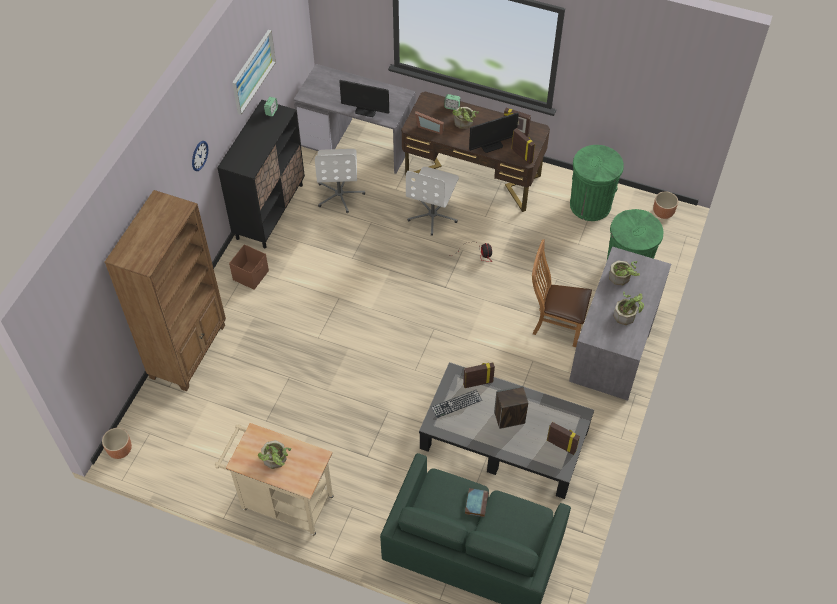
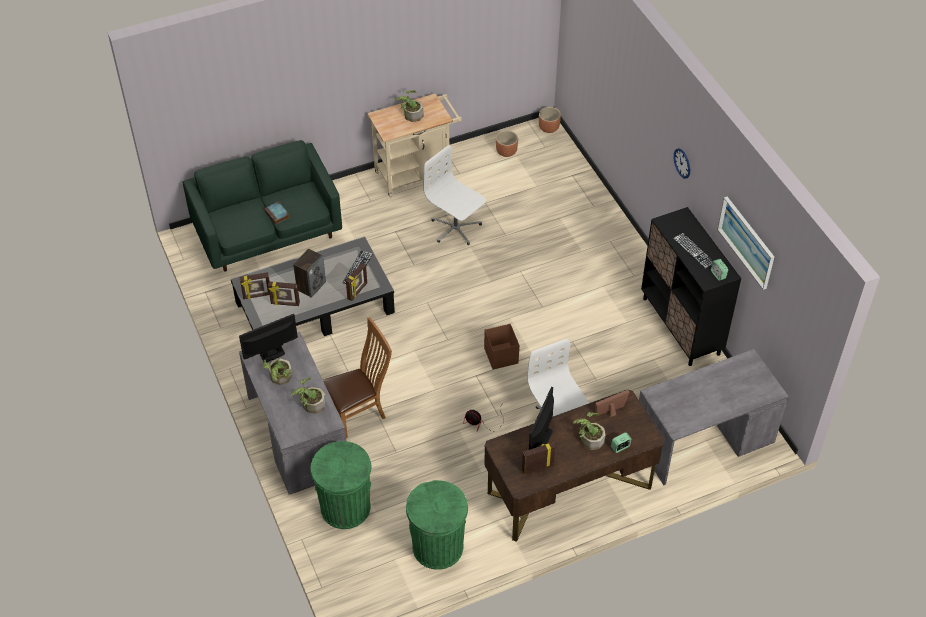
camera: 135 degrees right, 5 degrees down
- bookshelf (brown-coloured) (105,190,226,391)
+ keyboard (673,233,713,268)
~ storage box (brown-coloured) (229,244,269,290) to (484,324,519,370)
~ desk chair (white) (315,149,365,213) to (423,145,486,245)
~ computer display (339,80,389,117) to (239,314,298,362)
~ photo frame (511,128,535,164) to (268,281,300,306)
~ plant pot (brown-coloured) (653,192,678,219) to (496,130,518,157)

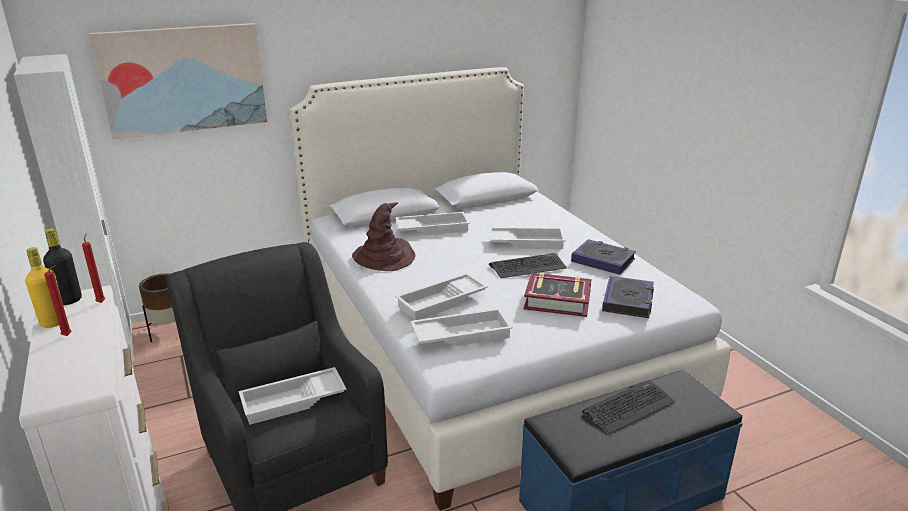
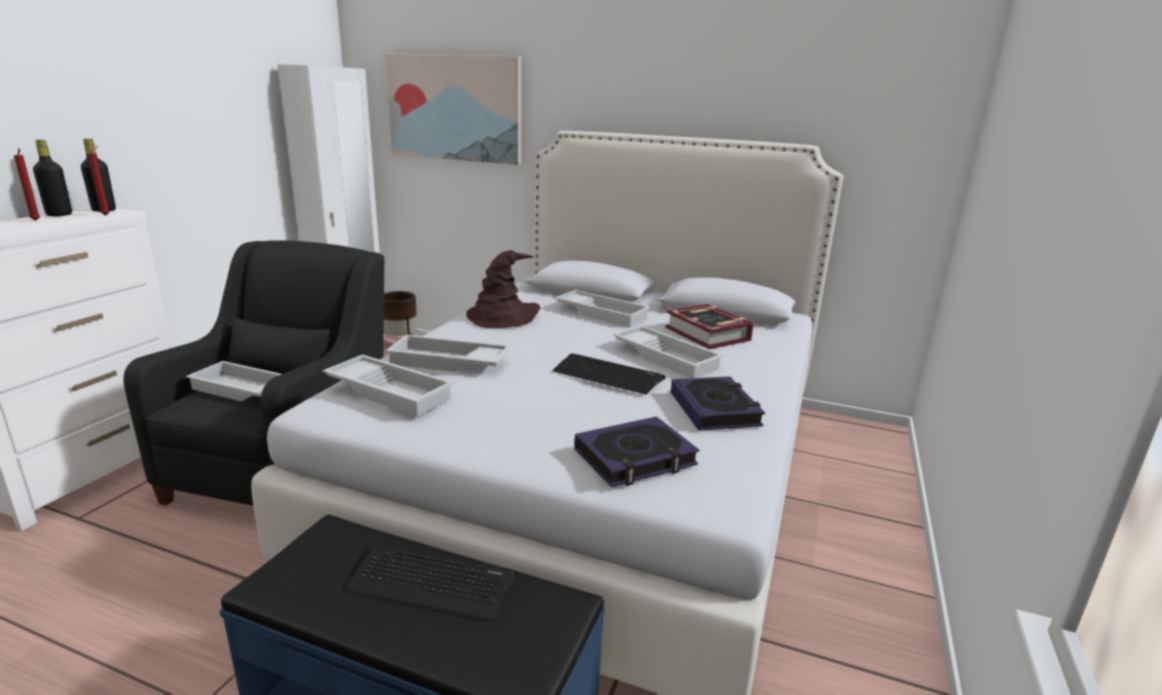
camera: 45 degrees right, 5 degrees down
~ volume (524,272,592,317) to (665,304,754,349)
~ bottle (yellow) (25,247,64,328) to bottle (blackish) (33,140,72,216)

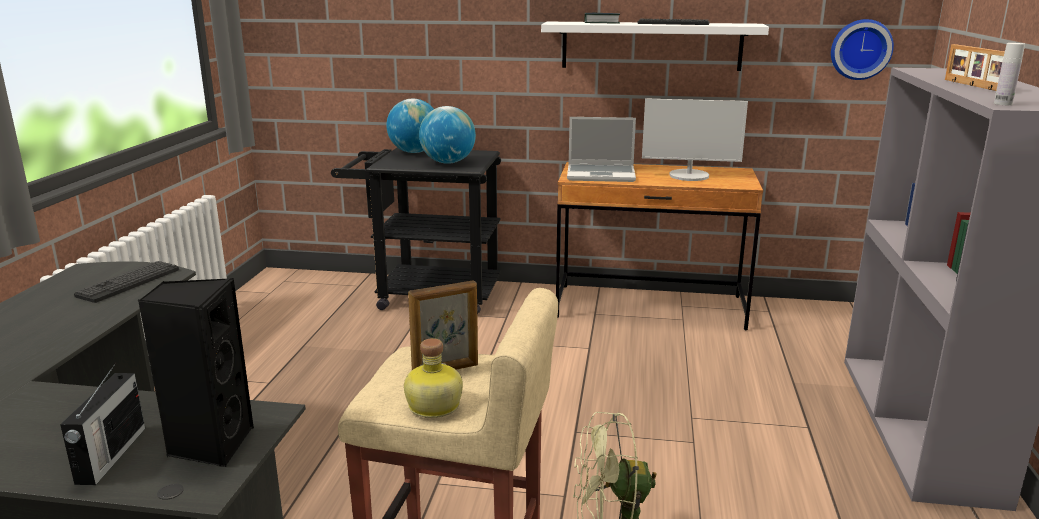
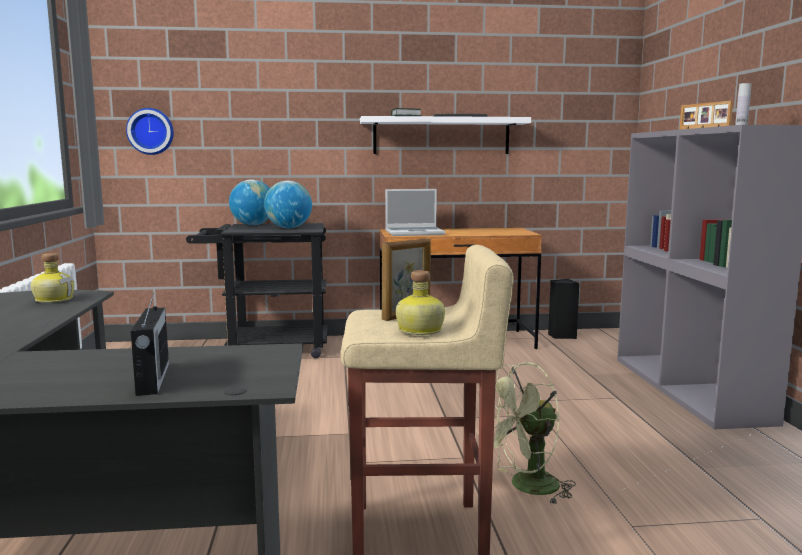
camera: 15 degrees left, 10 degrees down
- computer display (642,98,748,181)
~ speaker (blackish) (138,278,254,467) to (548,279,579,339)
~ wall clock (831,19,894,80) to (126,108,174,155)
~ keyboard (74,261,179,303) to bottle (31,253,74,303)

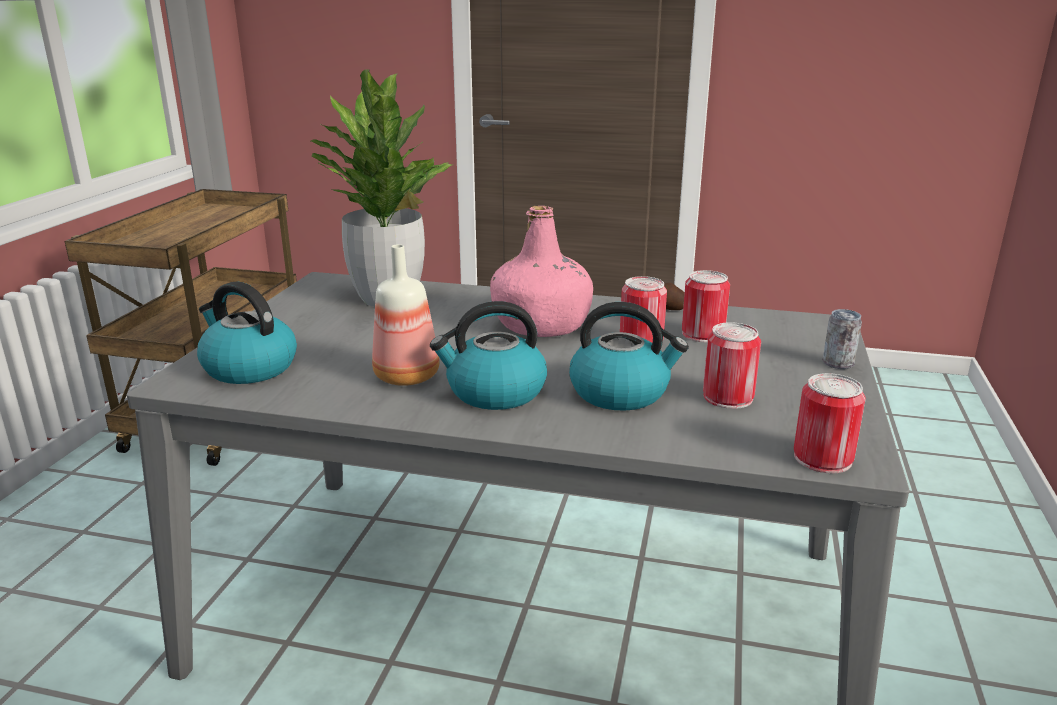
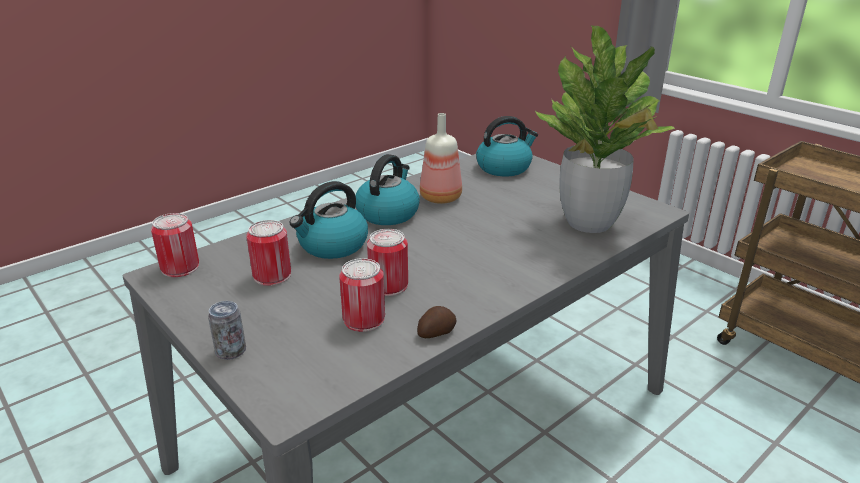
camera: 125 degrees right, 5 degrees up
- bottle (pinkish) (490,206,593,337)

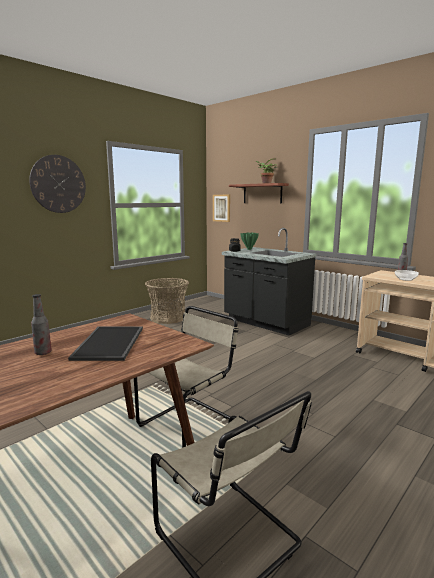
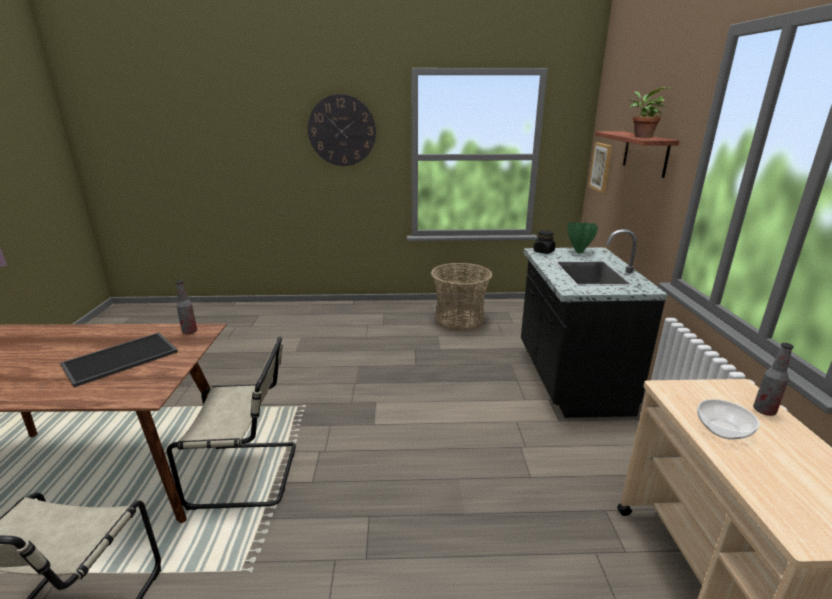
camera: 45 degrees right, 10 degrees up
~ bottle (31,294,52,355) to (175,280,197,334)

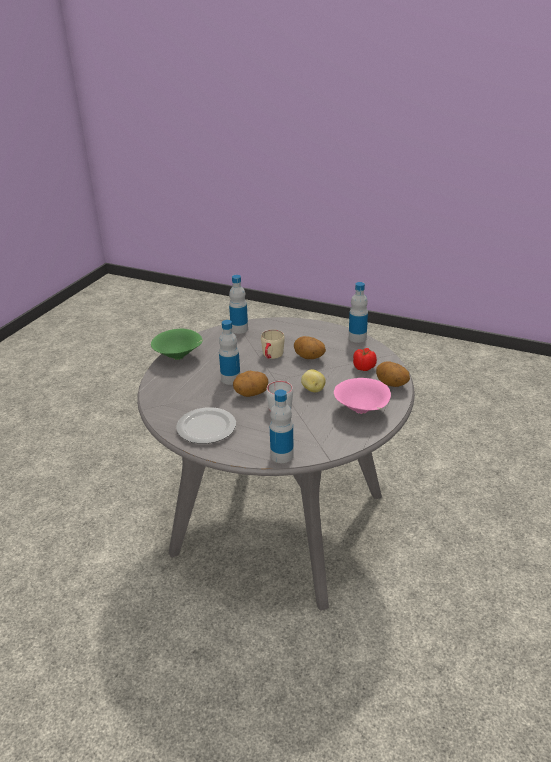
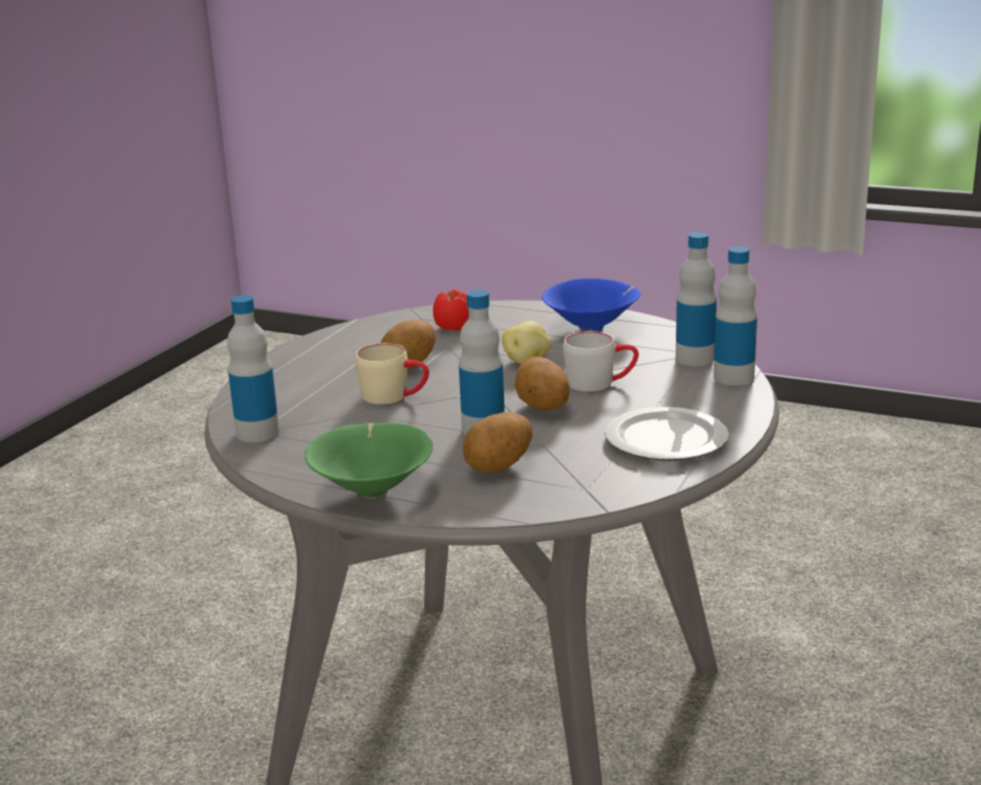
camera: 90 degrees left, 10 degrees down
~ bottle (349,282,368,343) to (676,232,717,366)
~ potato (376,361,410,387) to (463,412,533,473)
~ bowl (pinkish) (334,378,391,414) to bowl (blue-coloured) (542,278,641,332)

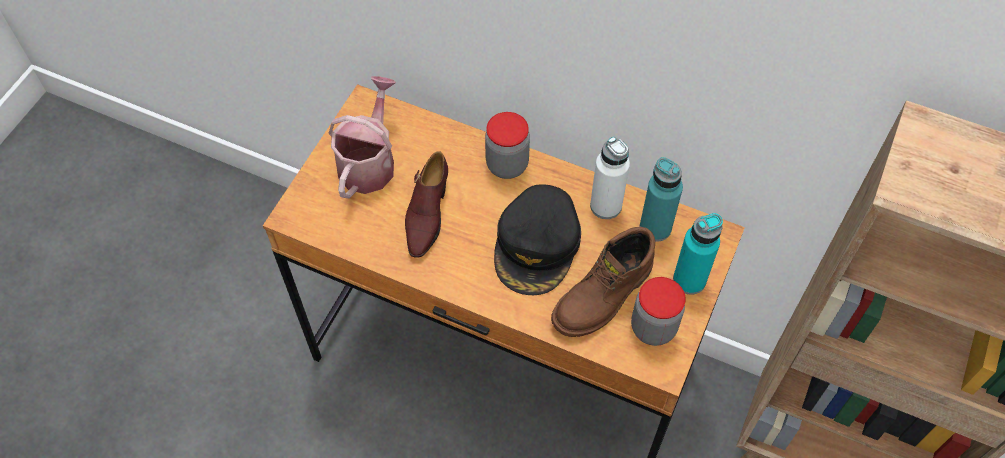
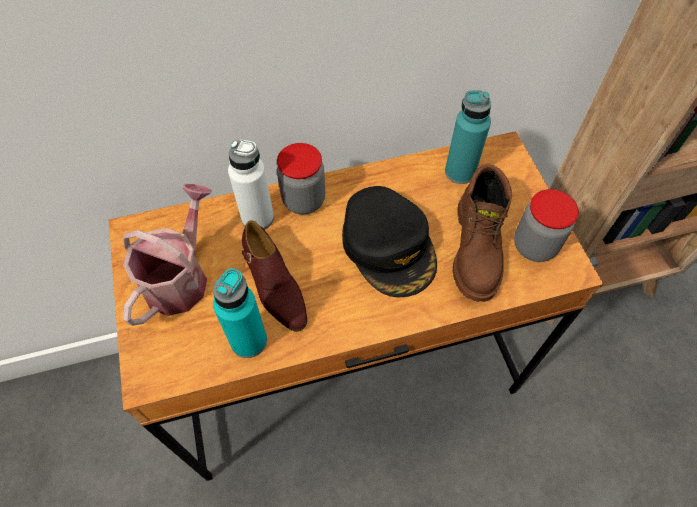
camera: 40 degrees left, 0 degrees up
~ bottle (white) (590,137,630,219) to (228,140,274,230)
~ bottle (turquoise) (673,213,723,295) to (213,268,267,358)
~ sprinkling can (328,76,396,198) = (123,184,212,326) 45 degrees clockwise

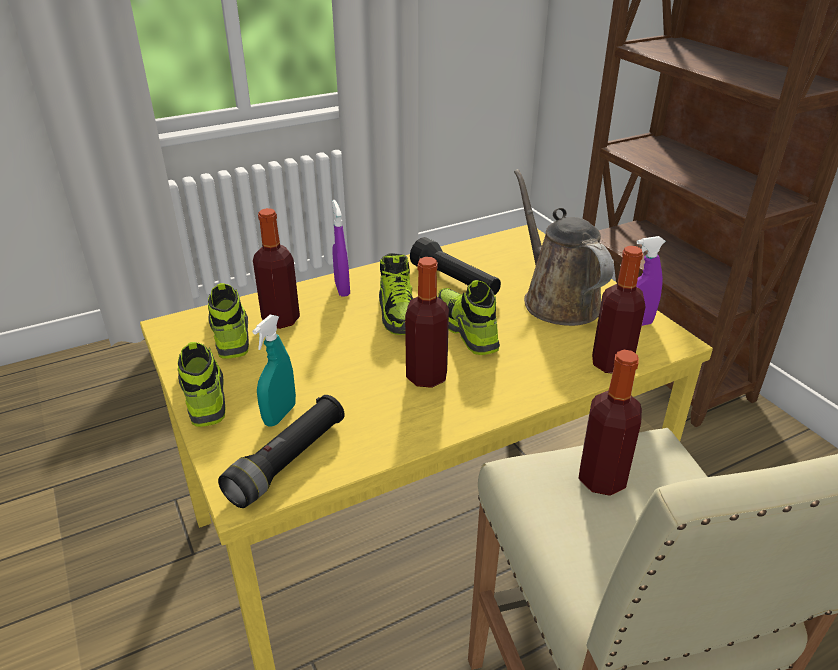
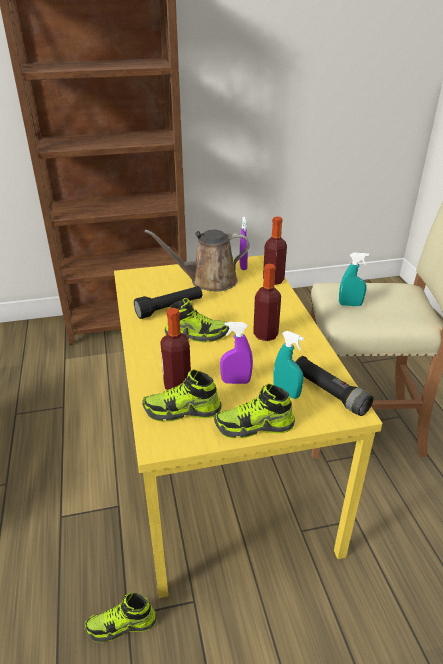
camera: 75 degrees left, 0 degrees up
~ hand sprayer (purplish) (332,200,350,297) to (220,322,253,384)
~ item of footwear (438,280,500,355) to (84,593,157,642)
~ bottle (578,350,642,496) to hand sprayer (turquoise) (339,253,369,306)

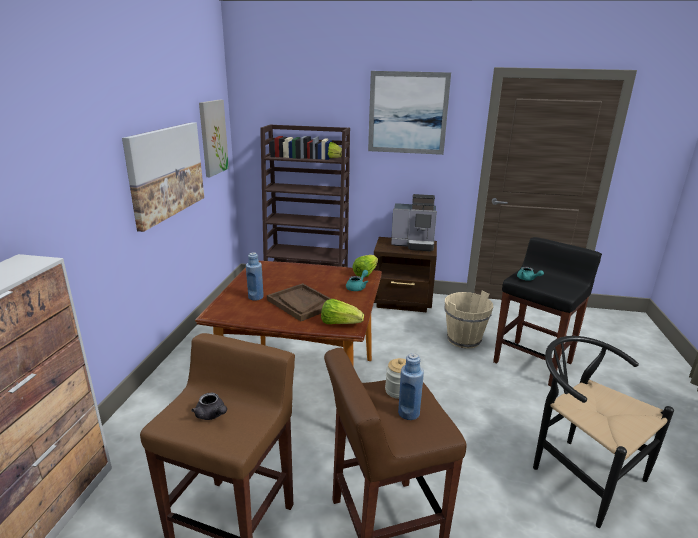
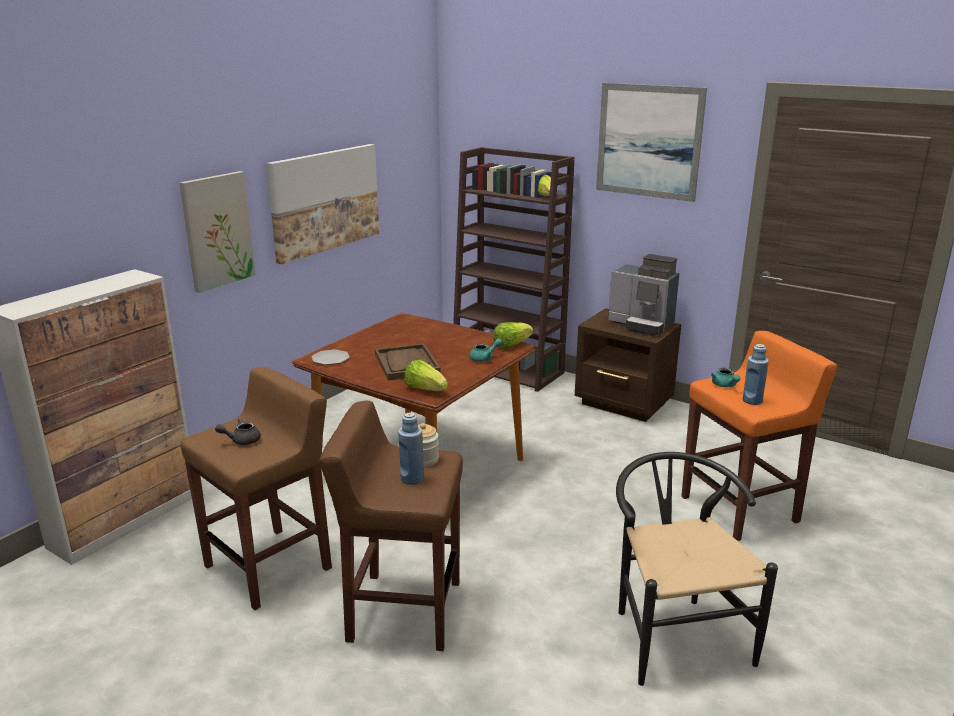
camera: 25 degrees right, 0 degrees up
- bucket (sand-coloured) (444,290,493,349)
+ flat dish (312,349,350,365)
~ wall art (199,100,229,177) to (179,171,256,293)
~ bottle (blue-coloured) (246,252,264,300) to (743,344,769,405)
~ stool (blackish) (493,237,602,386) to stool (orangey) (681,331,837,541)
~ teapot (gray) (192,393,227,420) = (215,418,261,445) 90 degrees clockwise

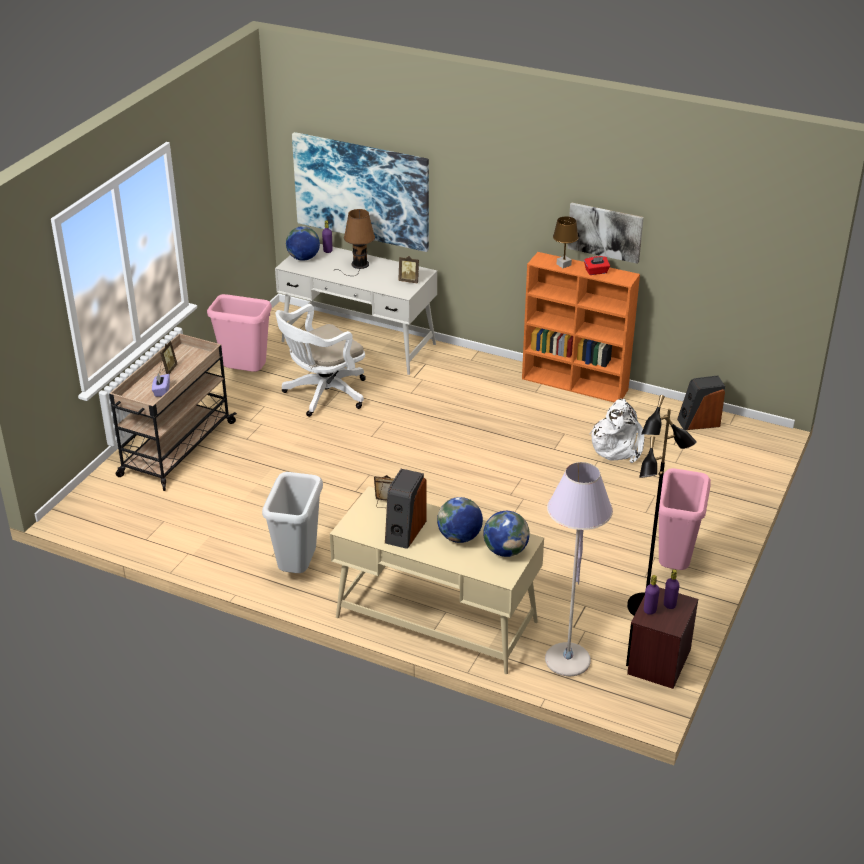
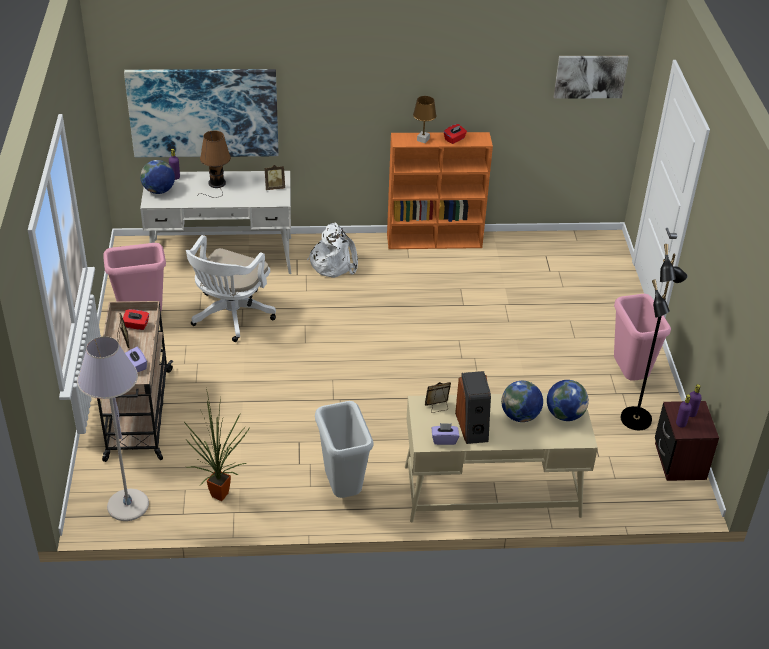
camera: 30 degrees left, 5 degrees up
- speaker (677,375,725,430)
+ tissue holder (red) (123,309,149,330)
+ plant in a pot (184,389,250,501)
+ tissue holder (purplish) (432,423,459,445)
~ standing lamp (gray) (545,462,613,676) to (77,336,149,521)
~ wall art (567,203,644,264) to (554,56,629,99)
~ knapsack (white) (589,399,644,463) to (307,222,358,278)

